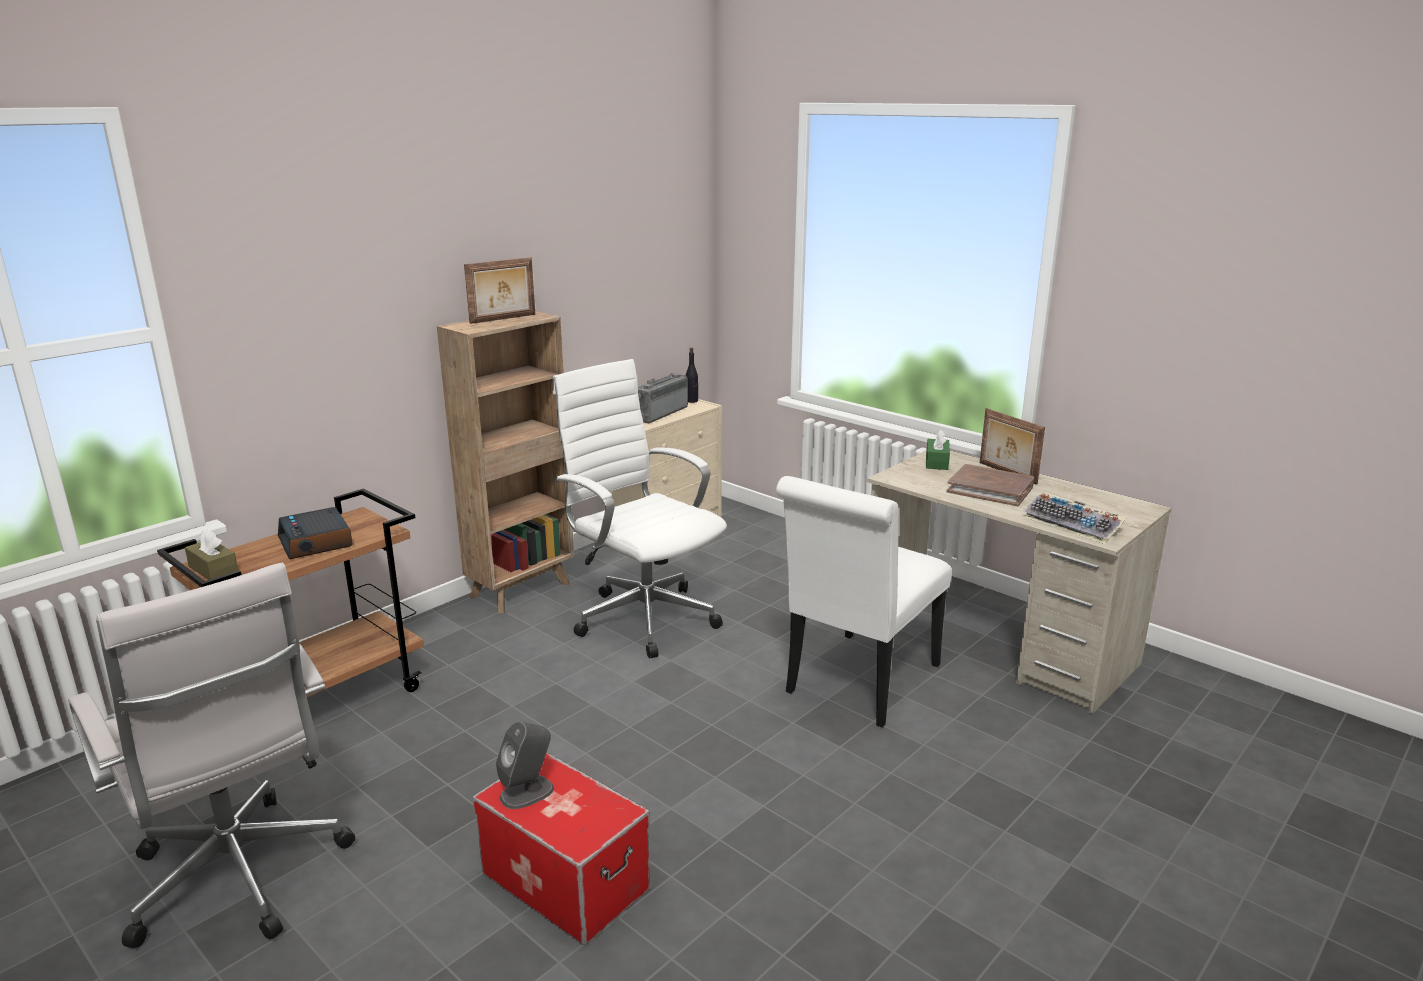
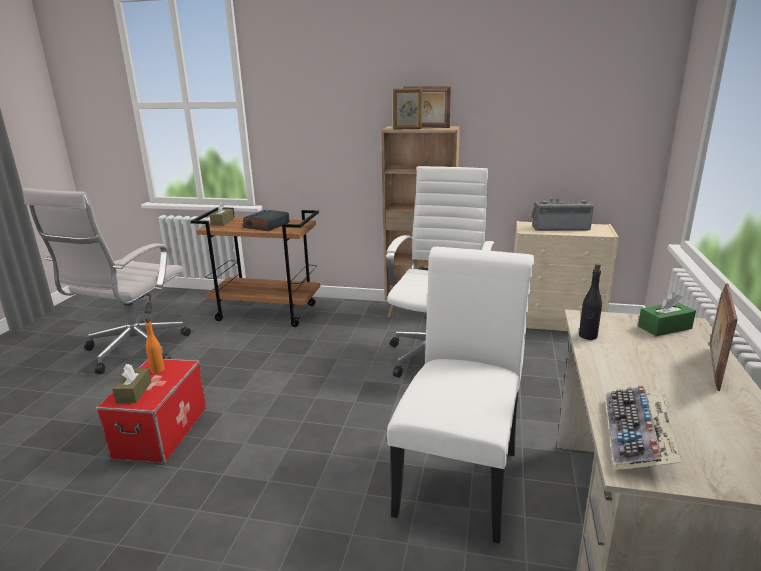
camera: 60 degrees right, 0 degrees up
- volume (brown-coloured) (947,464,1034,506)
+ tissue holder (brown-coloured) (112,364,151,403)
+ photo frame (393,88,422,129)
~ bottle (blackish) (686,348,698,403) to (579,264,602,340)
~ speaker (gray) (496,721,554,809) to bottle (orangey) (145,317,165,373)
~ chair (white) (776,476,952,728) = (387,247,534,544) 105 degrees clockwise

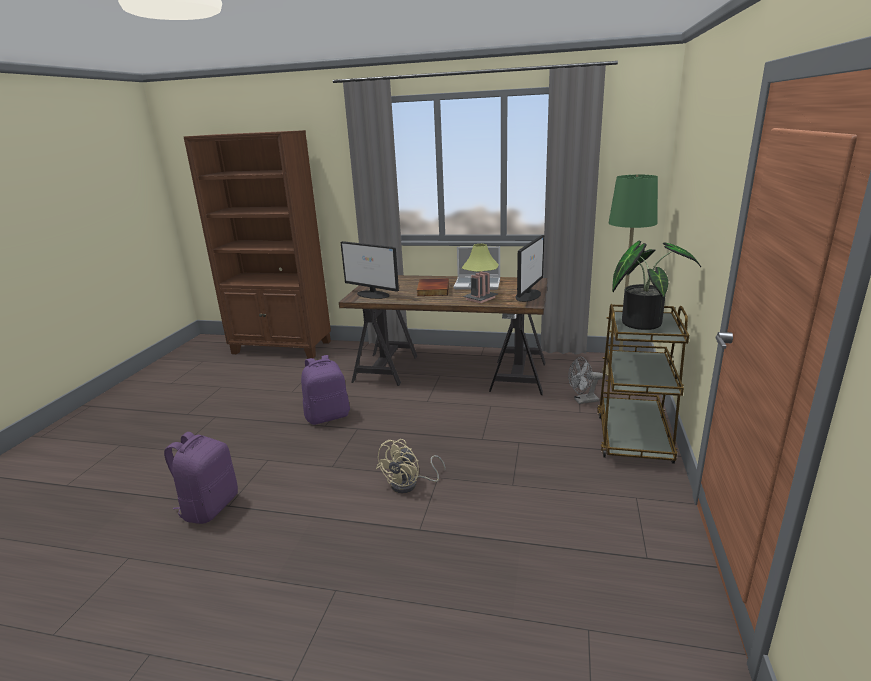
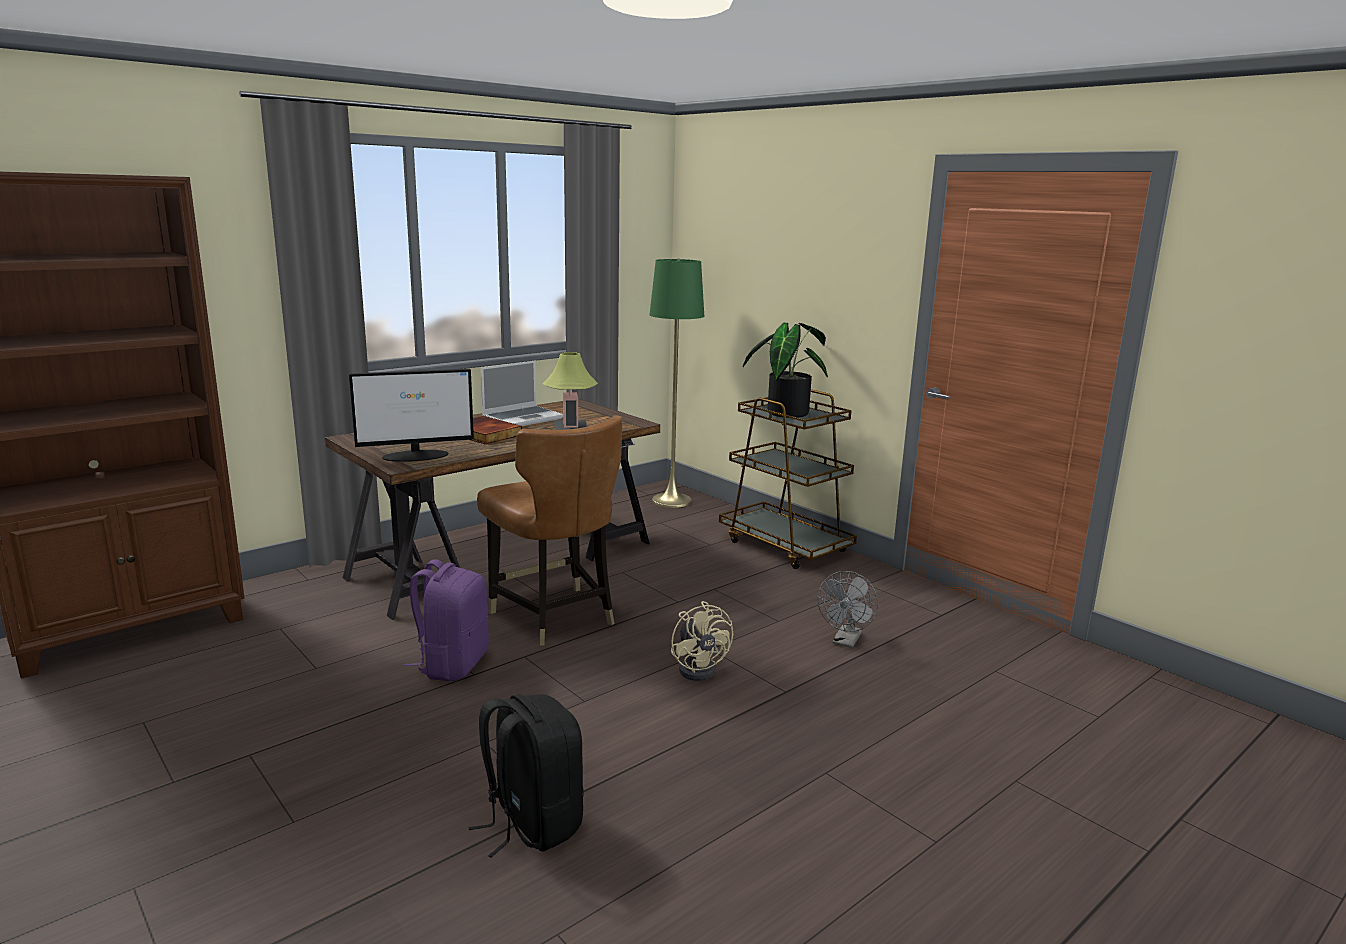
camera: 55 degrees left, 5 degrees down
- computer display (515,235,544,302)
+ chair (brown-coloured) (477,415,622,646)
~ fan (gray) (568,356,603,404) to (818,571,878,648)
~ knapsack (purplish) (164,432,238,524) to knapsack (blackish) (468,694,584,858)

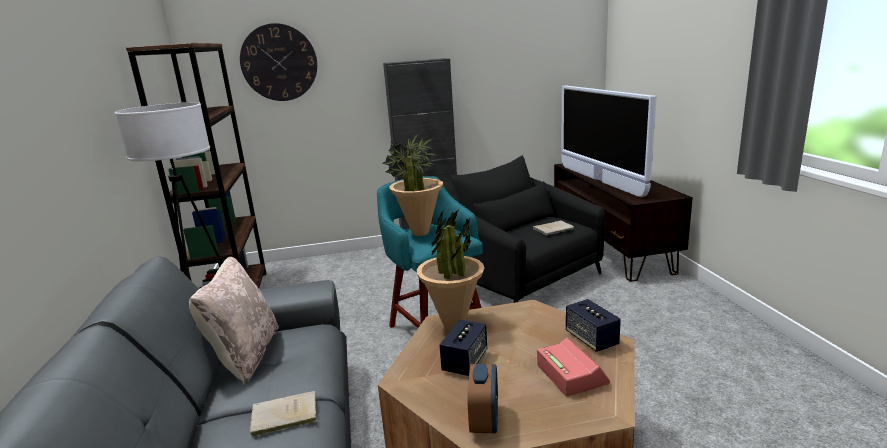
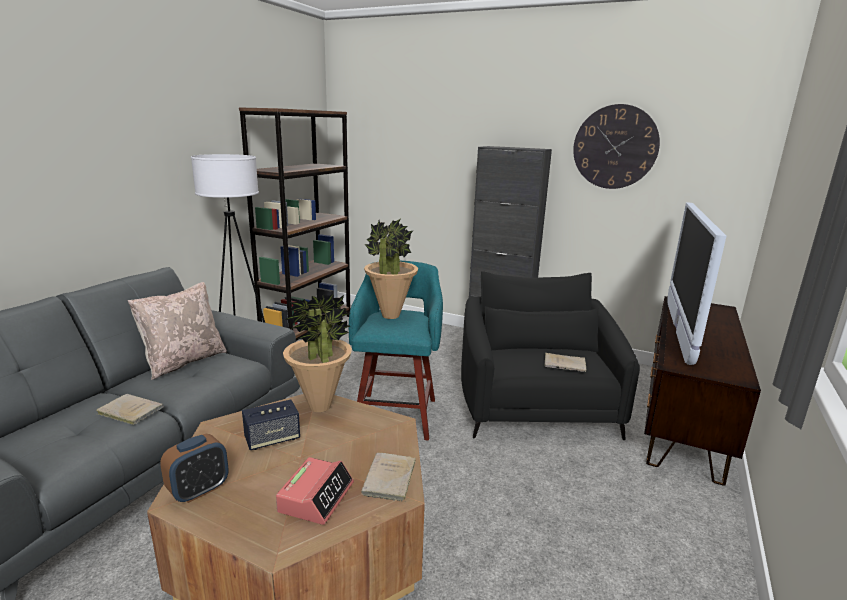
camera: 35 degrees right, 0 degrees up
~ wall clock (240,23,317,101) to (573,104,660,189)
~ speaker (566,299,621,352) to volume (sand-coloured) (361,452,416,502)

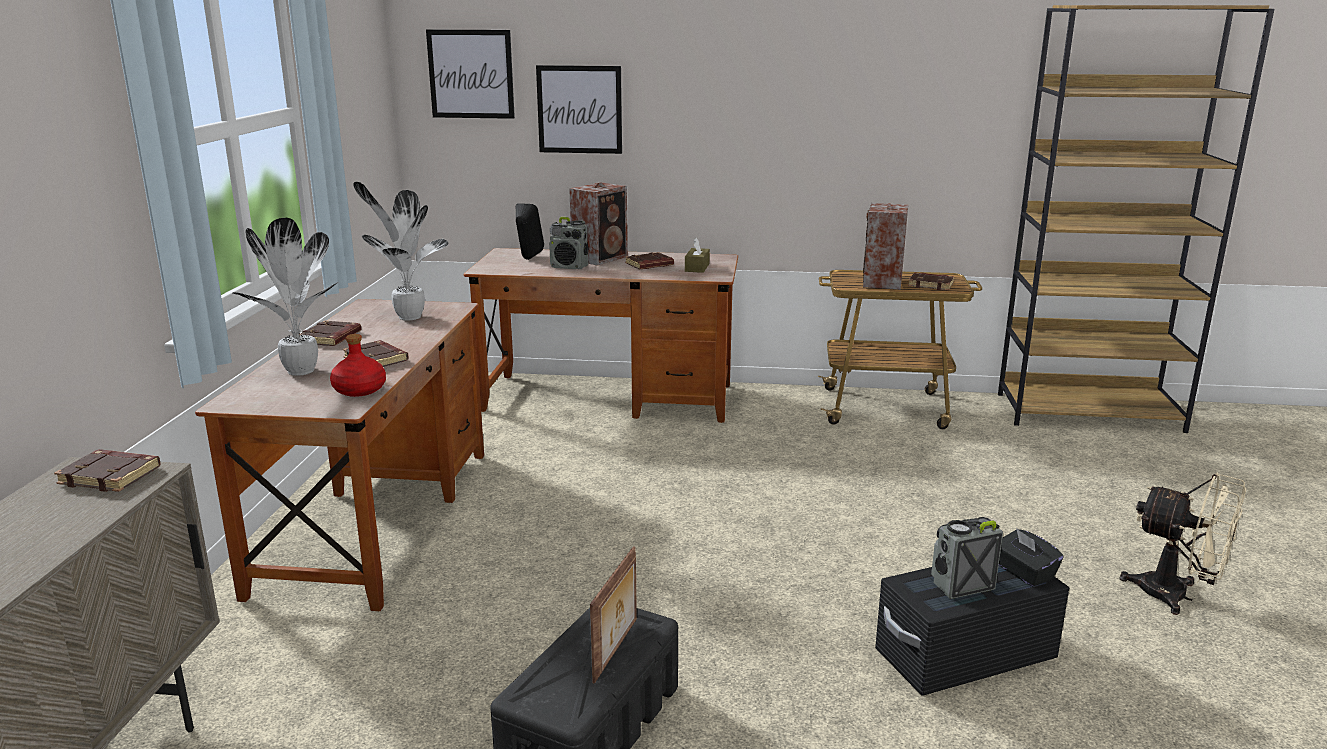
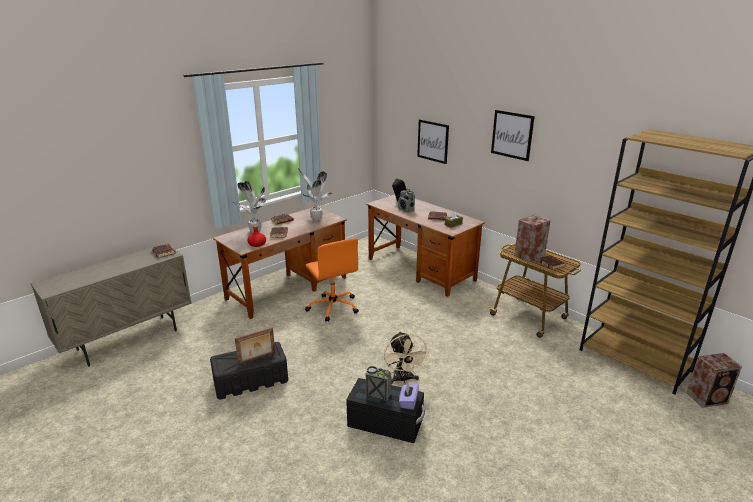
camera: 40 degrees right, 5 degrees up
+ desk chair (orangey) (305,238,359,322)
~ wall art (426,30,515,119) to (491,110,535,161)
~ speaker (569,182,628,266) to (686,353,742,408)
~ fan (sand-coloured) (1120,473,1246,615) to (384,332,429,383)
~ tissue holder (blackish) (999,528,1063,586) to tissue holder (purplish) (399,383,419,410)

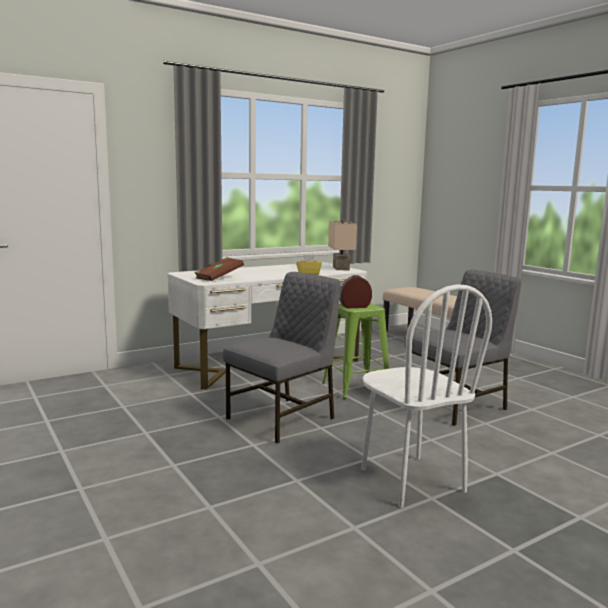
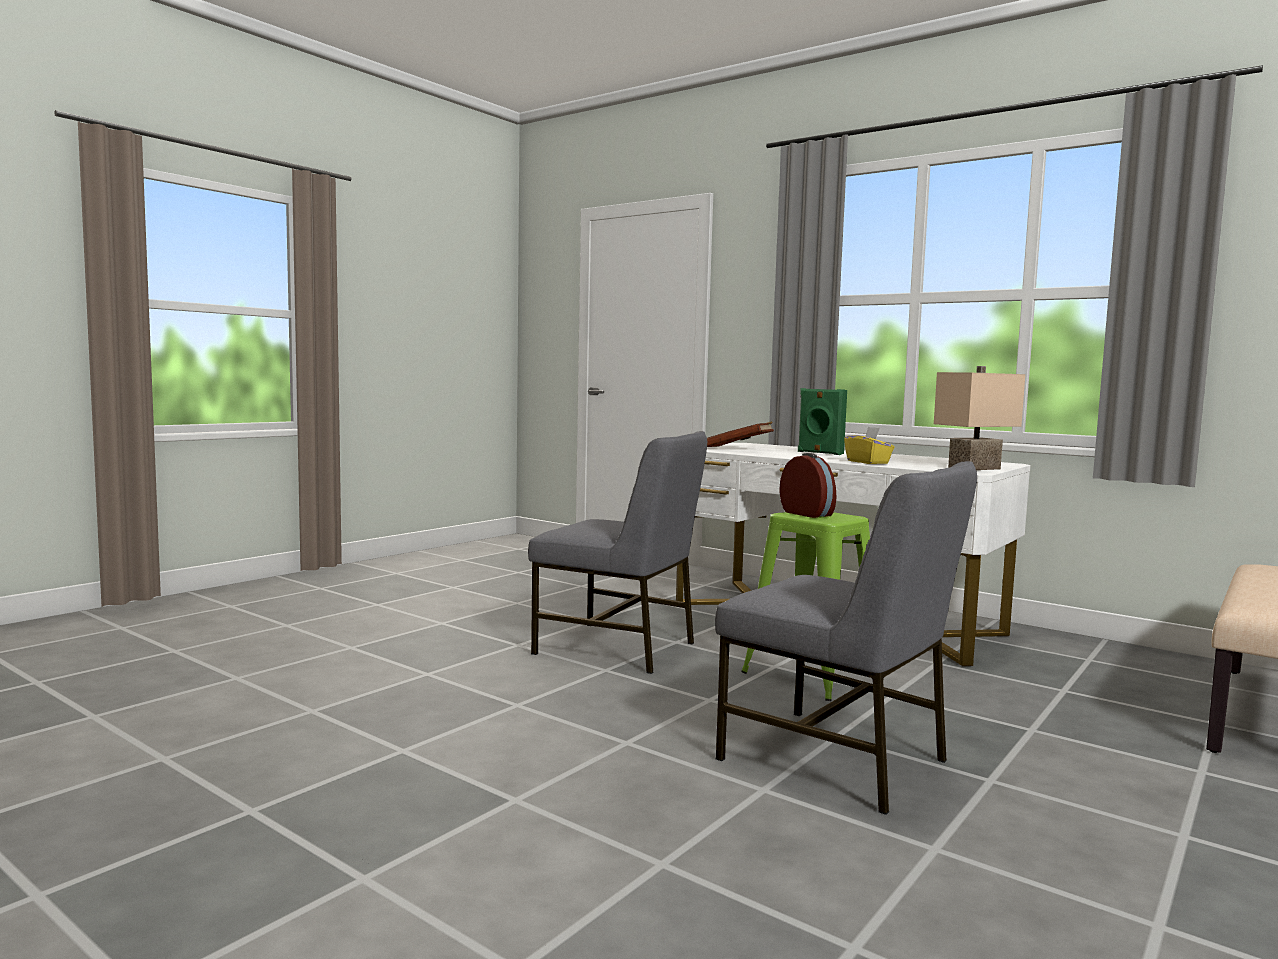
camera: 70 degrees right, 5 degrees down
- chair (white) (361,284,492,508)
+ speaker (greenish) (798,388,847,455)

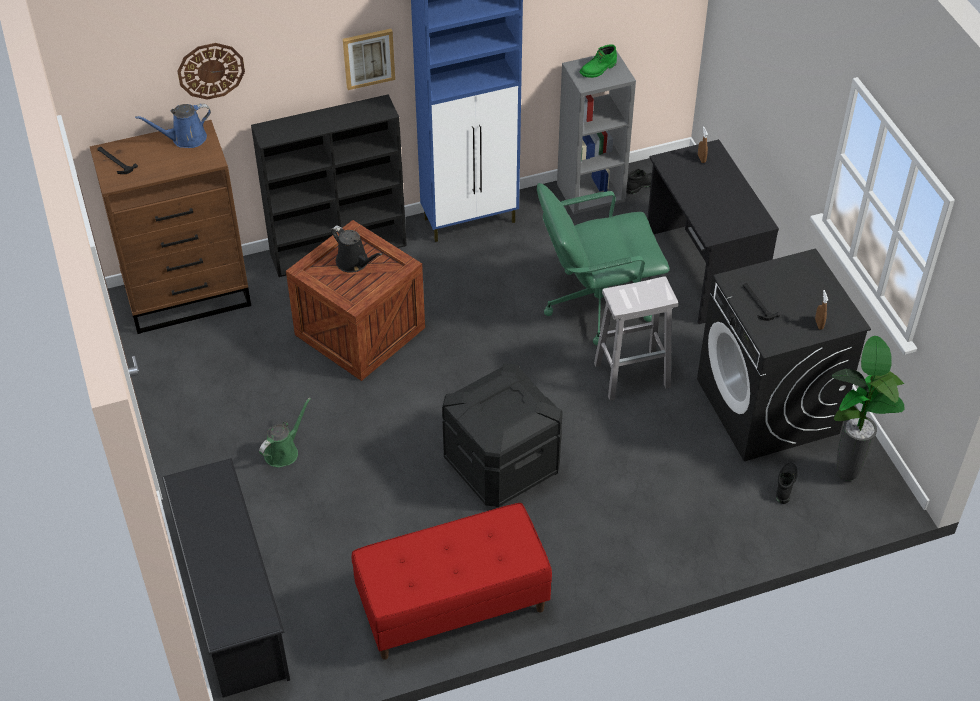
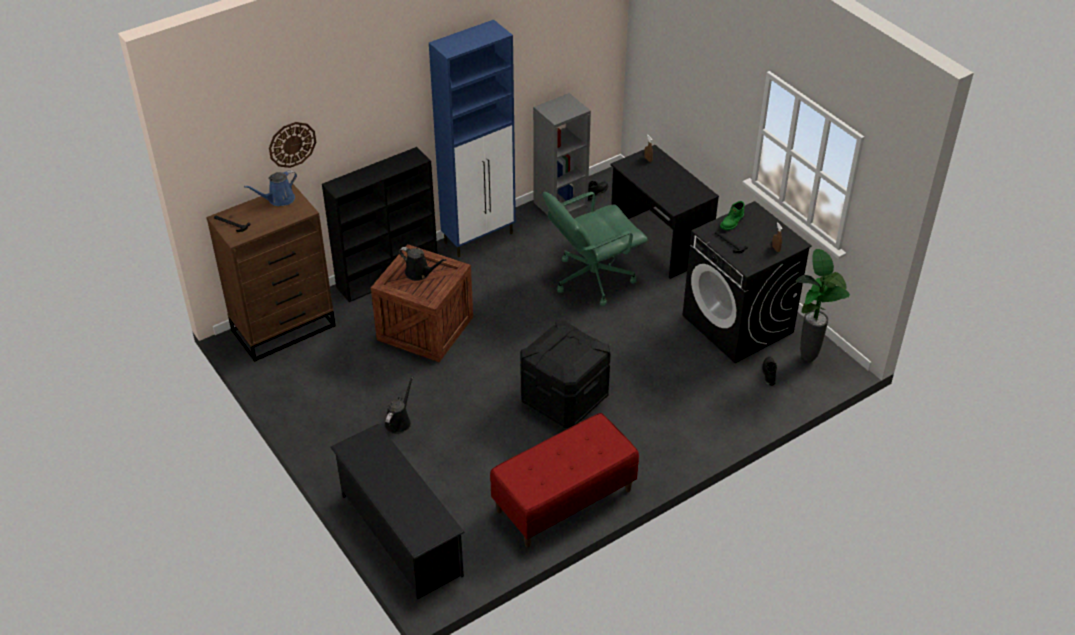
camera: 15 degrees left, 5 degrees down
- wall art (343,29,395,90)
- stool (white) (594,276,678,401)
~ high-top boot (greenish) (580,44,617,78) to (720,201,745,230)
~ sprinkling can (greenish) (259,398,311,467) to sprinkling can (blackish) (385,377,413,434)

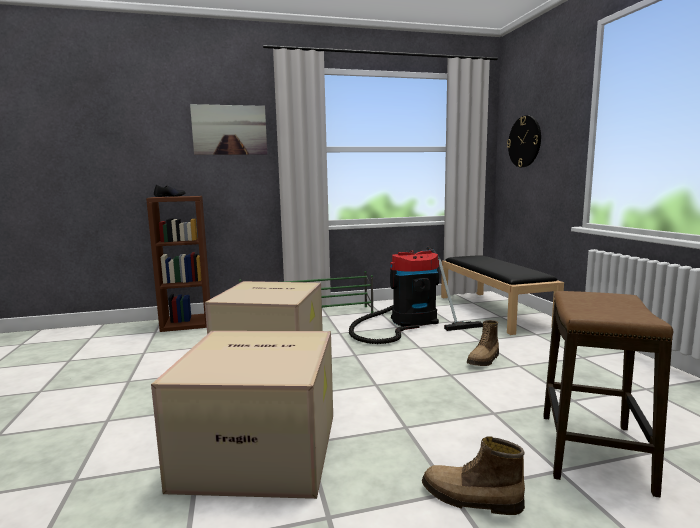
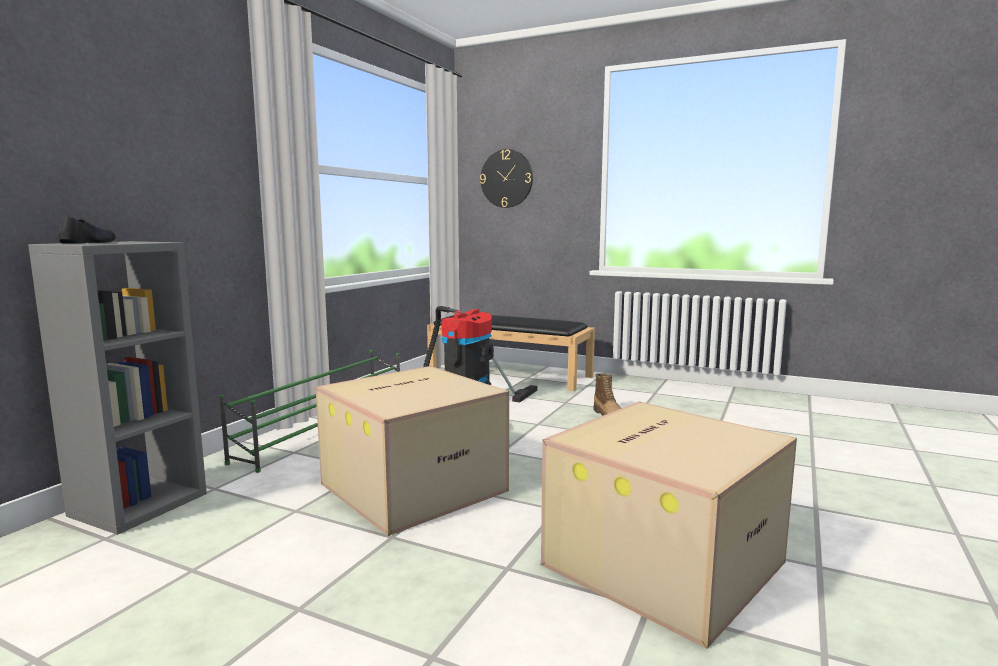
camera: 50 degrees left, 0 degrees up
- wall art (190,104,267,155)
- high-top boot (422,436,525,515)
- stool (543,291,674,497)
~ bookshelf (brown-coloured) (146,196,210,332) to bookshelf (gray) (28,241,207,535)

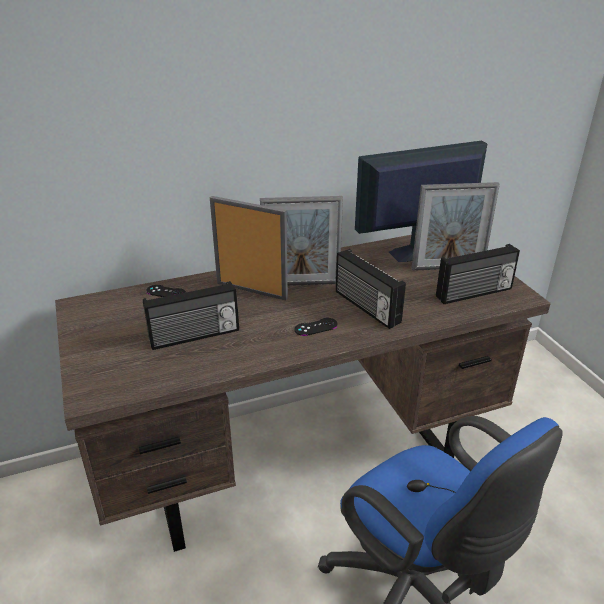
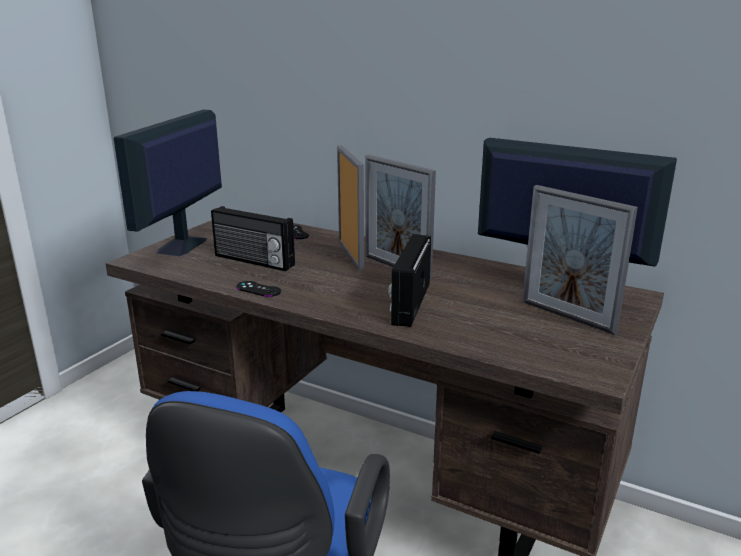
camera: 50 degrees right, 10 degrees down
- radio set (436,244,520,304)
+ computer display (114,110,222,256)
~ joypad (blackish) (294,318,338,336) to (236,281,281,297)

